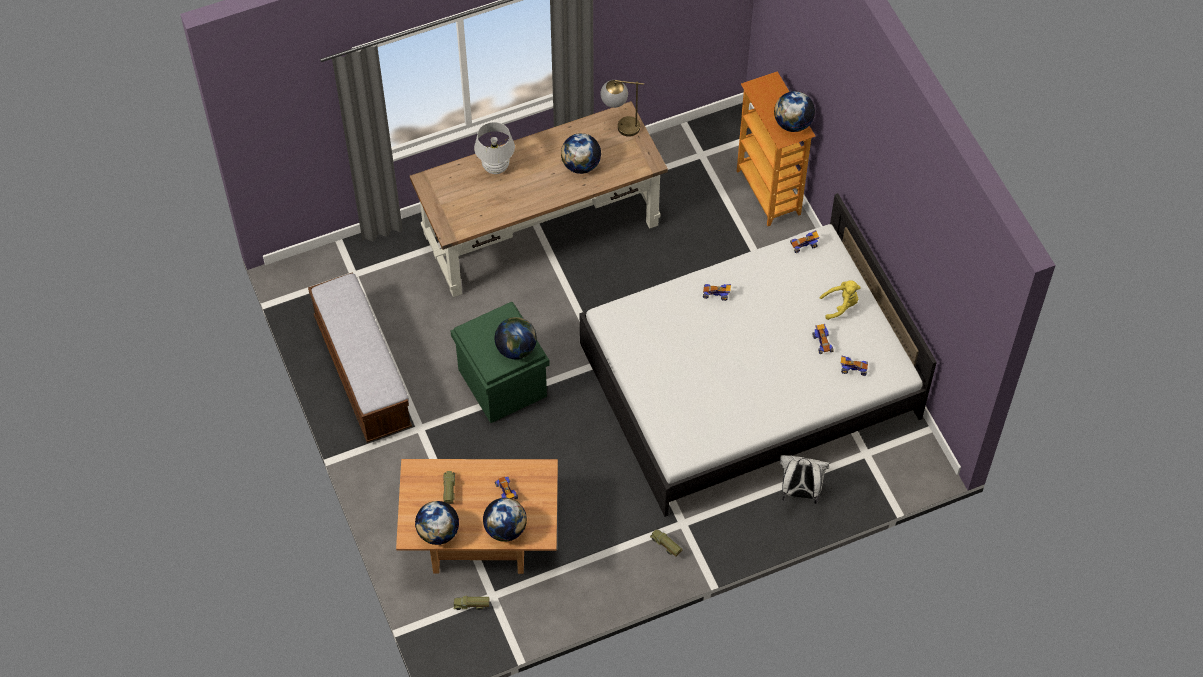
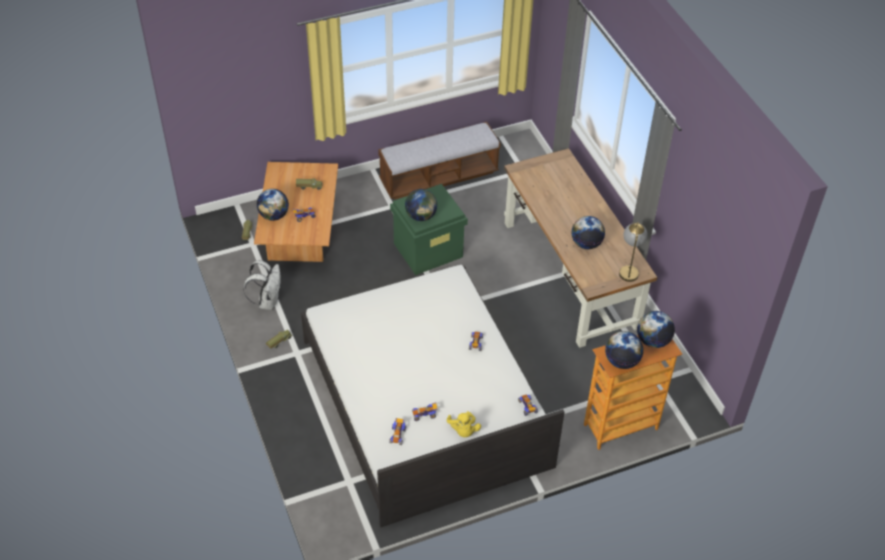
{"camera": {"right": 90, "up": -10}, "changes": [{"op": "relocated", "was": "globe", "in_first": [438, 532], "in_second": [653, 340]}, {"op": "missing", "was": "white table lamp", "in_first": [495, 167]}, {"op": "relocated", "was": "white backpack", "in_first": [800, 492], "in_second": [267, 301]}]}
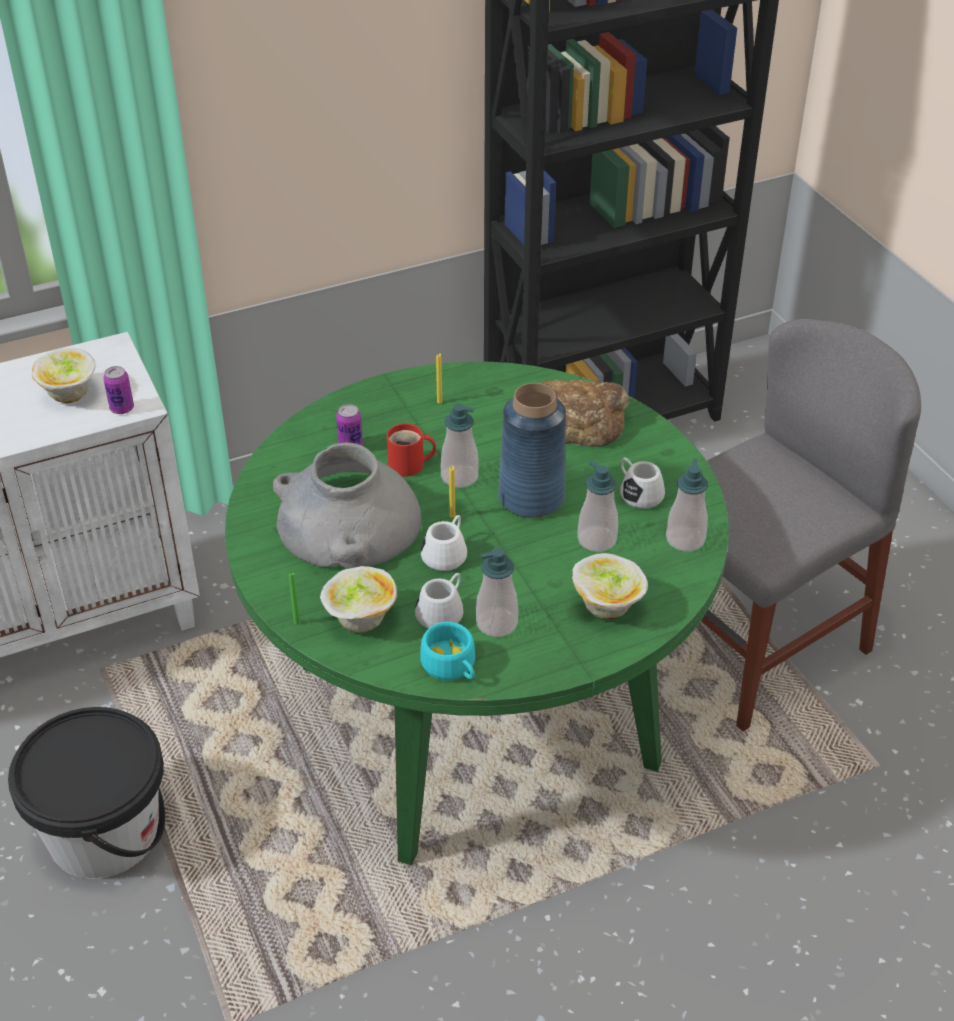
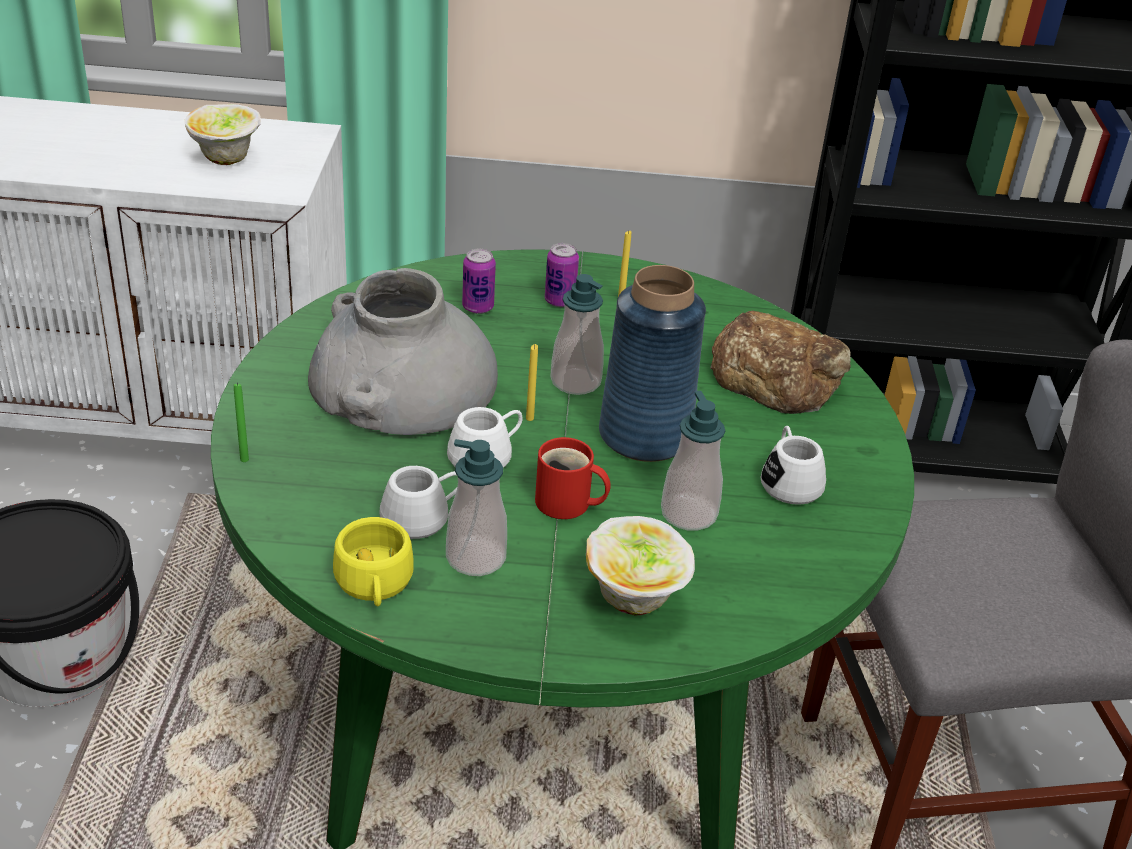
{"camera": {"right": 25, "up": -5}, "changes": [{"op": "relocated", "was": "can", "in_first": [122, 408], "in_second": [559, 301]}, {"op": "missing", "was": "bowl", "in_first": [360, 621]}, {"op": "relocated", "was": "red mug", "in_first": [410, 465], "in_second": [567, 504]}, {"op": "colour", "was": "turquoise cup", "now": "yellow cup", "in_first": [452, 667], "in_second": [374, 585]}, {"op": "missing", "was": "soap dispenser", "in_first": [685, 539]}]}
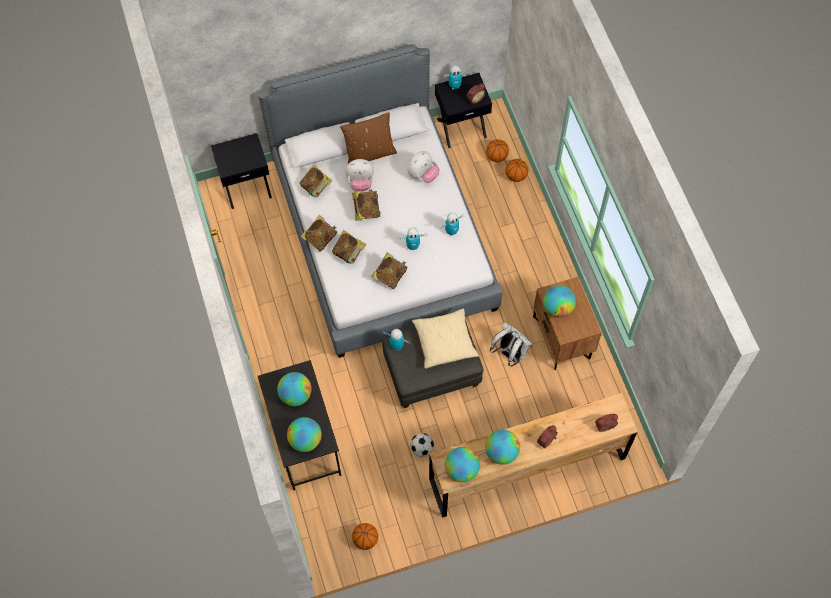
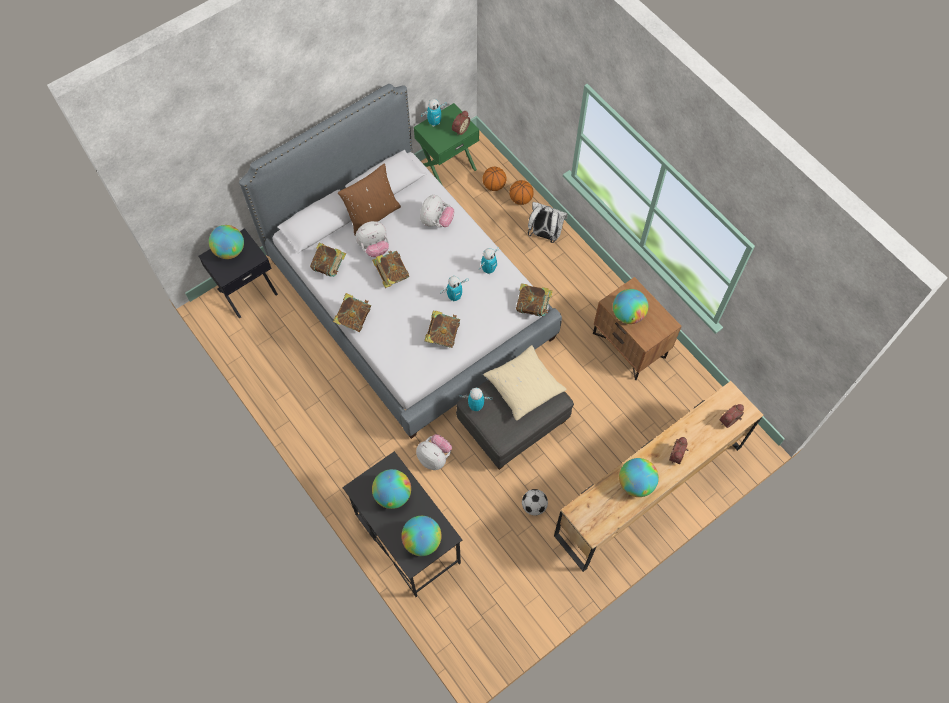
{"camera": {"right": -20, "up": 0}, "changes": [{"op": "relocated", "was": "book", "in_first": [349, 253], "in_second": [533, 306]}, {"op": "missing", "was": "basketball", "in_first": [365, 540]}, {"op": "colour", "was": "black nightstand", "now": "green nightstand", "in_first": [461, 127], "in_second": [447, 167]}, {"op": "relocated", "was": "globe", "in_first": [461, 470], "in_second": [230, 251]}, {"op": "relocated", "was": "white backpack", "in_first": [510, 354], "in_second": [544, 235]}, {"op": "appeared", "now": "plush toy", "in_second": [434, 457]}]}
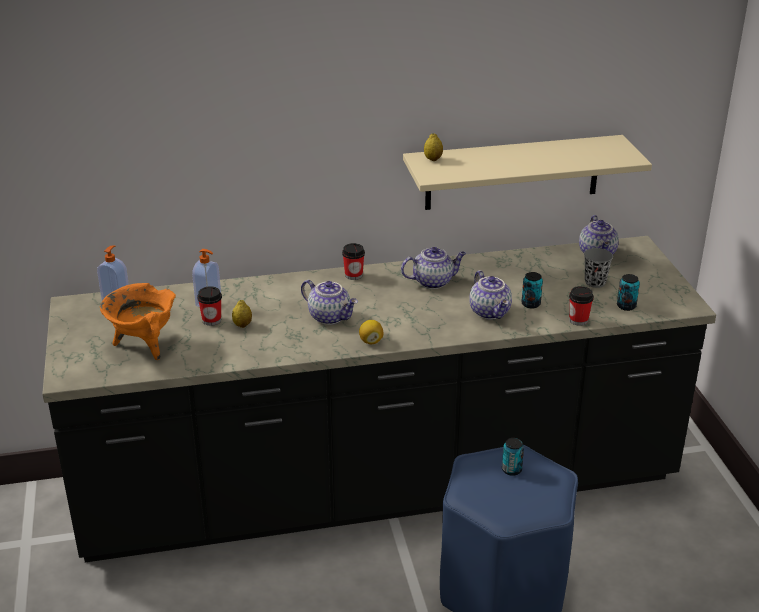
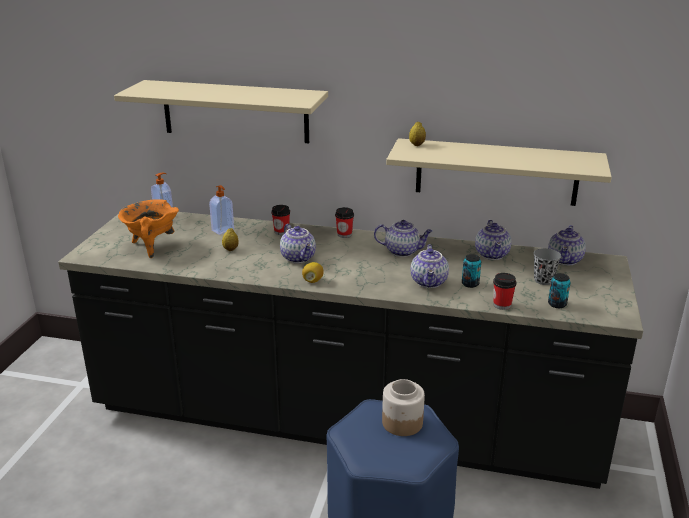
{"camera": {"right": 25, "up": -5}, "changes": [{"op": "relocated", "was": "cup", "in_first": [211, 320], "in_second": [281, 232]}, {"op": "exchanged", "was": "can", "now": "jar", "in_first": [511, 470], "in_second": [401, 423]}, {"op": "appeared", "now": "beige shelf", "in_second": [235, 111]}, {"op": "appeared", "now": "teapot", "in_second": [493, 255]}]}
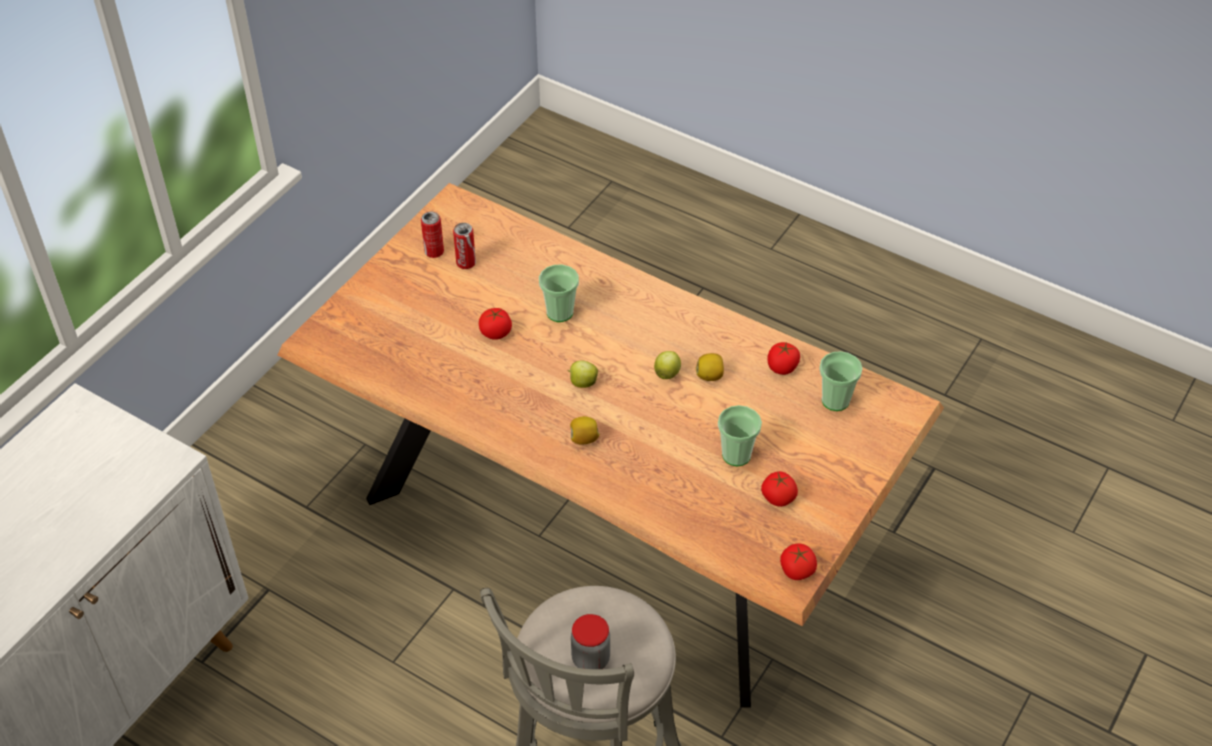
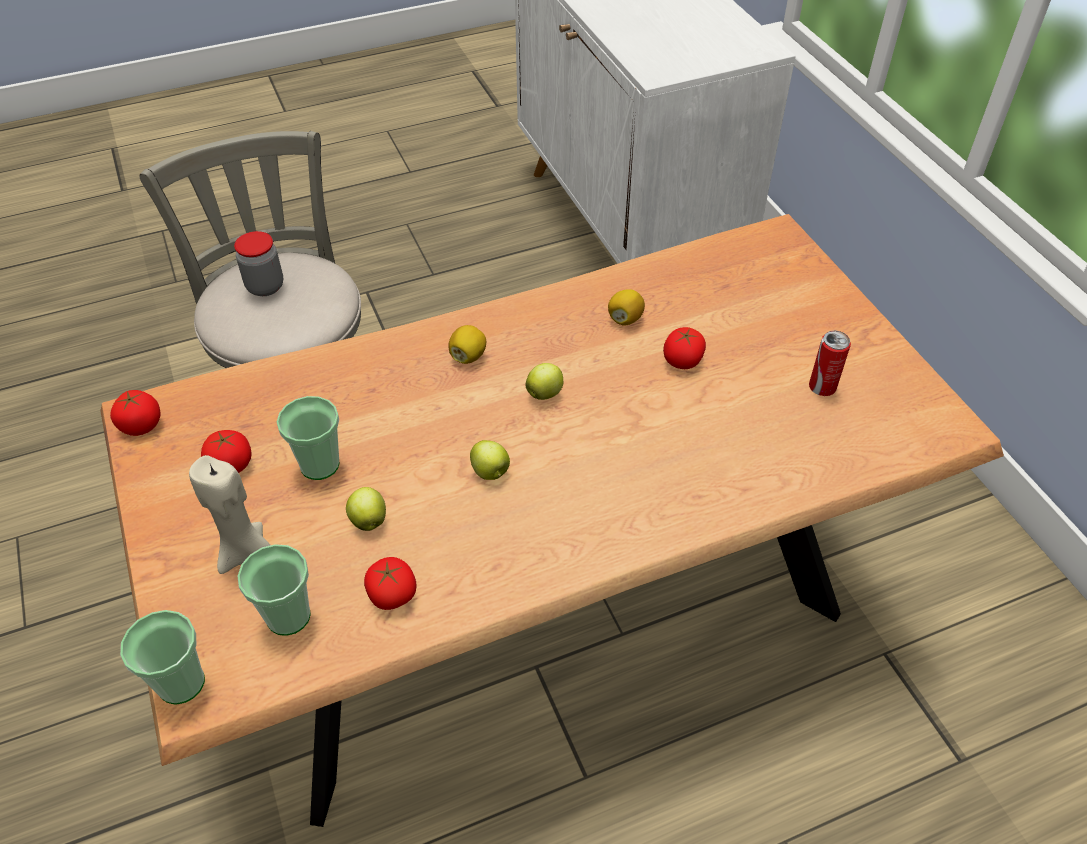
{"camera": {"right": 125, "up": 0}, "changes": [{"op": "missing", "was": "can", "in_first": [434, 252]}, {"op": "relocated", "was": "cup", "in_first": [559, 312], "in_second": [181, 683]}, {"op": "relocated", "was": "lemon", "in_first": [710, 376], "in_second": [625, 319]}, {"op": "appeared", "now": "beige candle", "in_second": [246, 552]}, {"op": "appeared", "now": "apple", "in_second": [368, 520]}]}
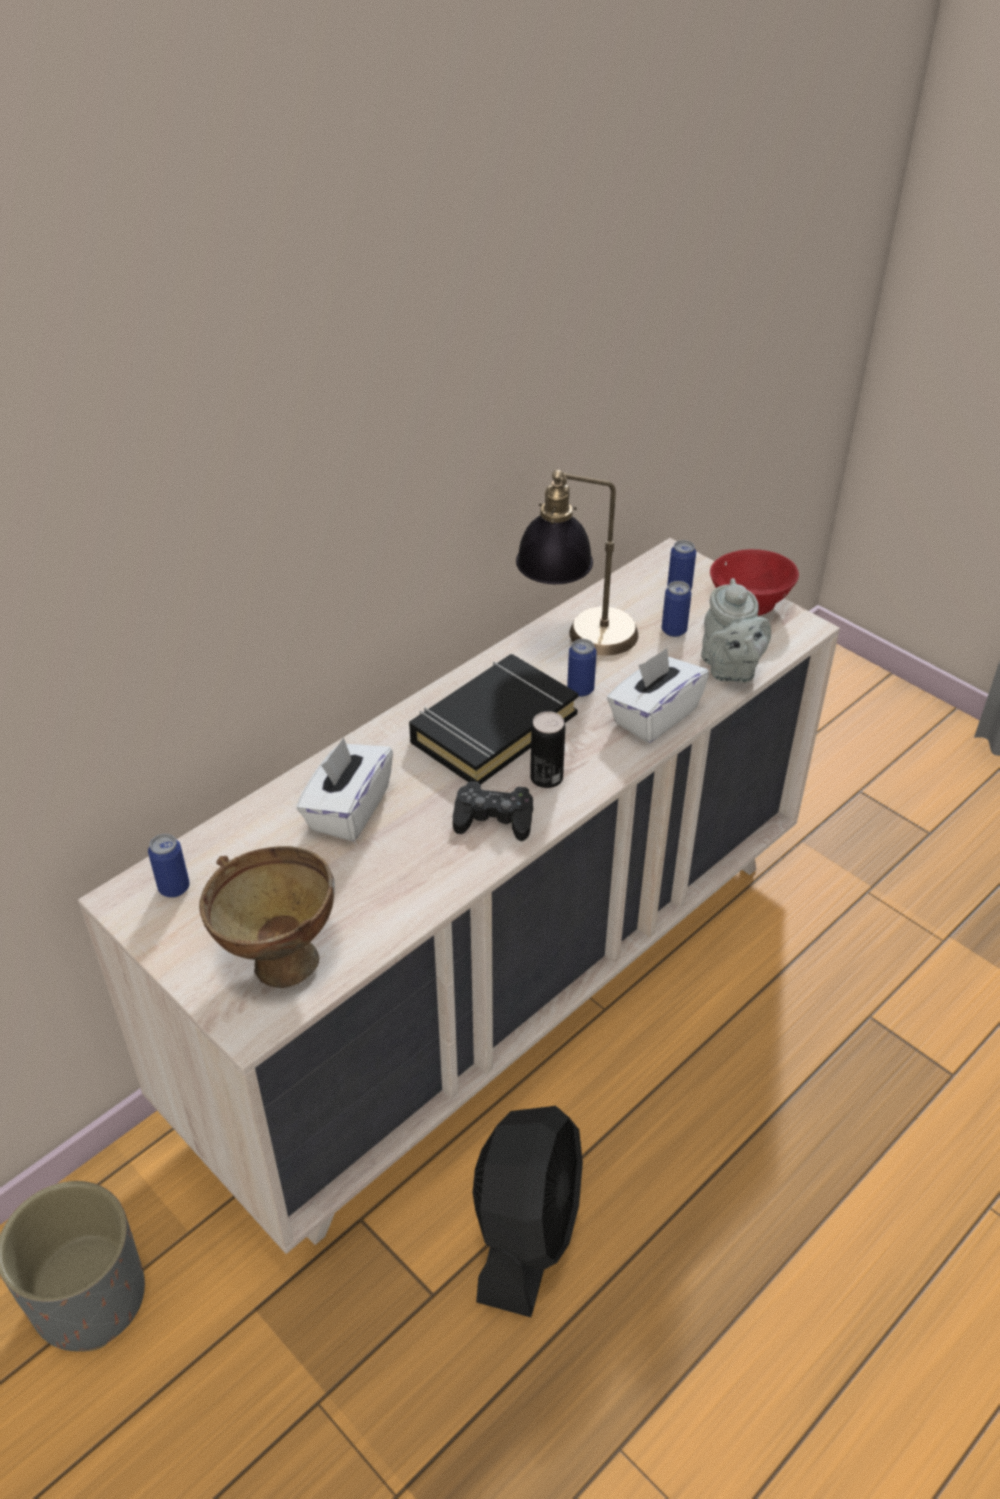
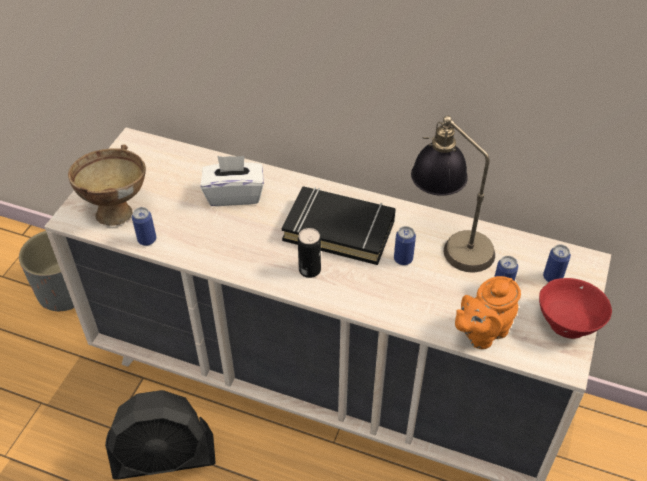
{"camera": {"right": 65, "up": 5}, "changes": [{"op": "relocated", "was": "can", "in_first": [174, 887], "in_second": [147, 240]}, {"op": "missing", "was": "black game controller", "in_first": [494, 818]}, {"op": "missing", "was": "white tissue box", "in_first": [654, 716]}, {"op": "colour", "was": "grey teapot", "now": "orange teapot", "in_first": [729, 669], "in_second": [481, 333]}]}
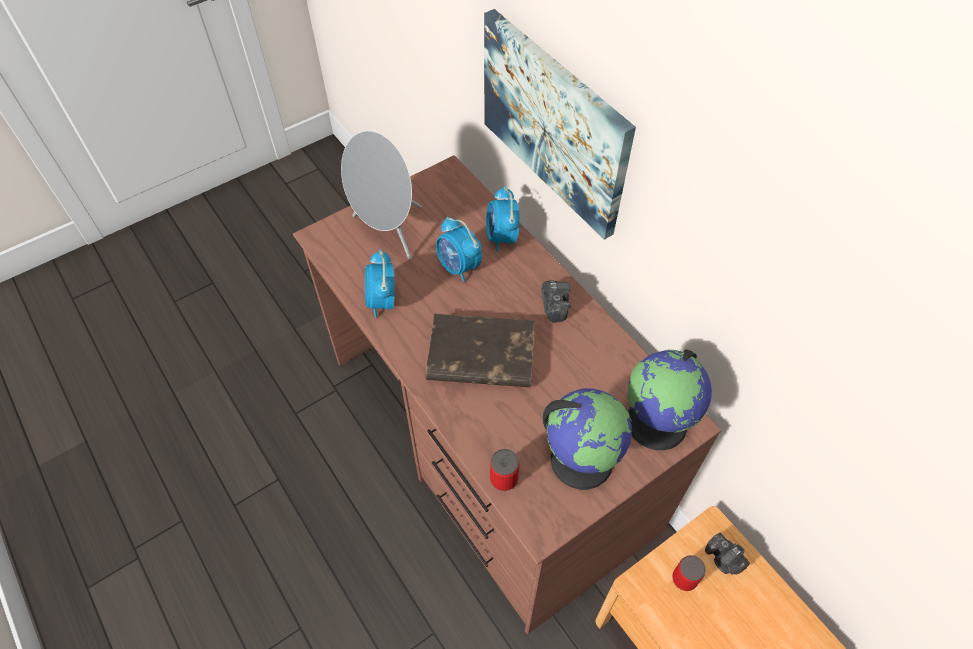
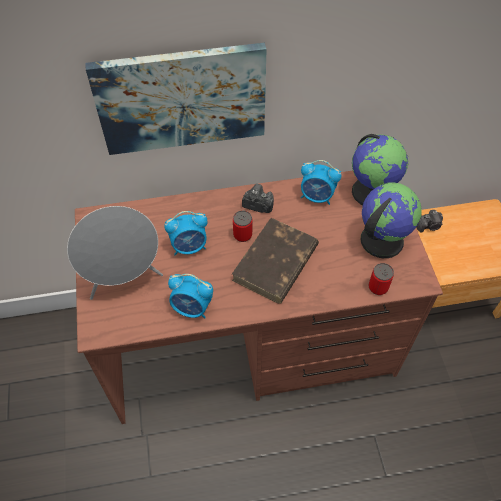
{"camera": {"right": -65, "up": 0}, "changes": [{"op": "relocated", "was": "alarm clock", "in_first": [502, 237], "in_second": [317, 197]}, {"op": "relocated", "was": "can", "in_first": [684, 579], "in_second": [242, 235]}]}
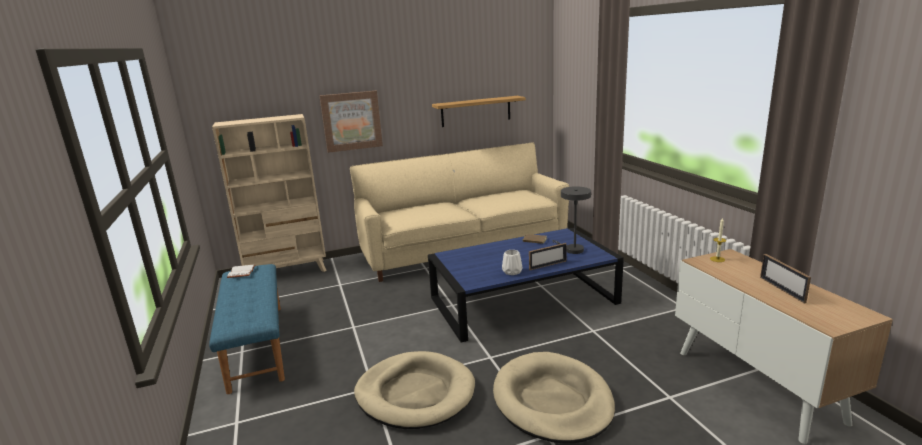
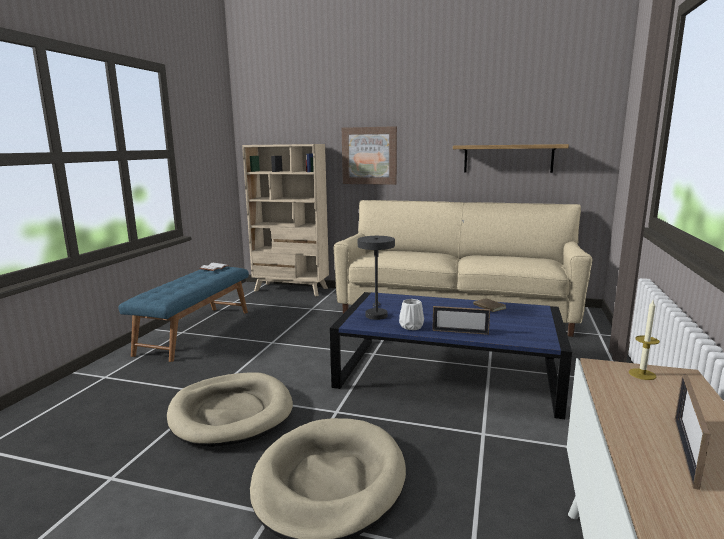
{"camera": {"right": 35, "up": -5}, "changes": [{"op": "relocated", "was": "grey table lamp", "in_first": [571, 249], "in_second": [376, 314]}]}
